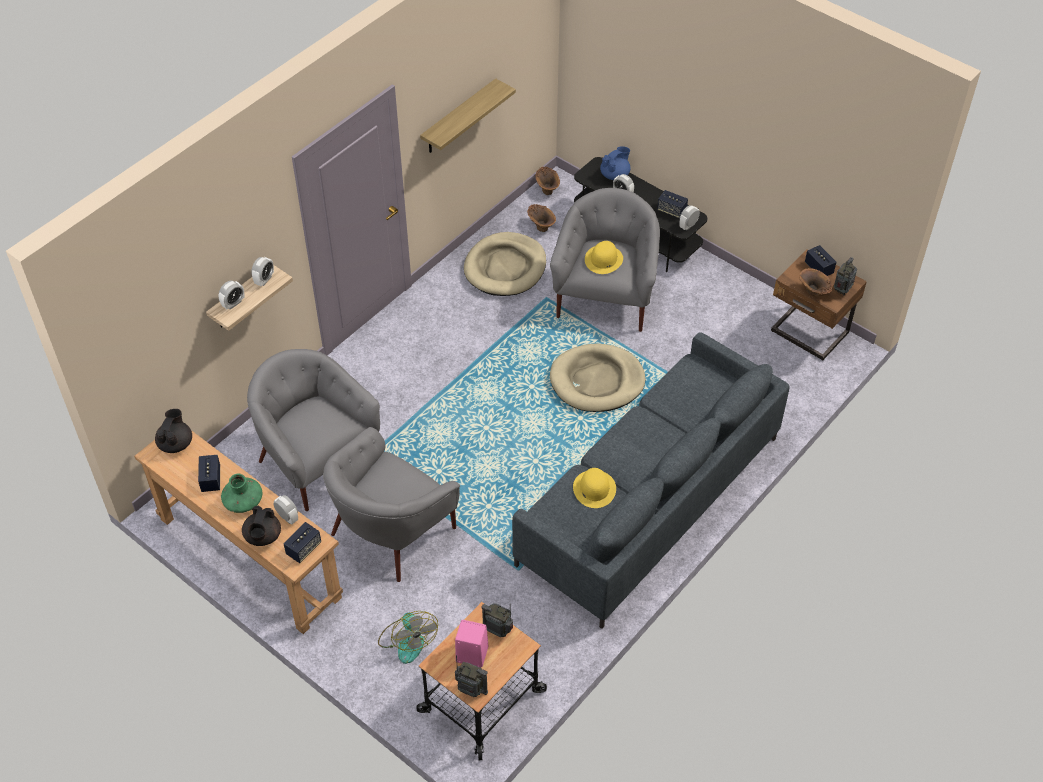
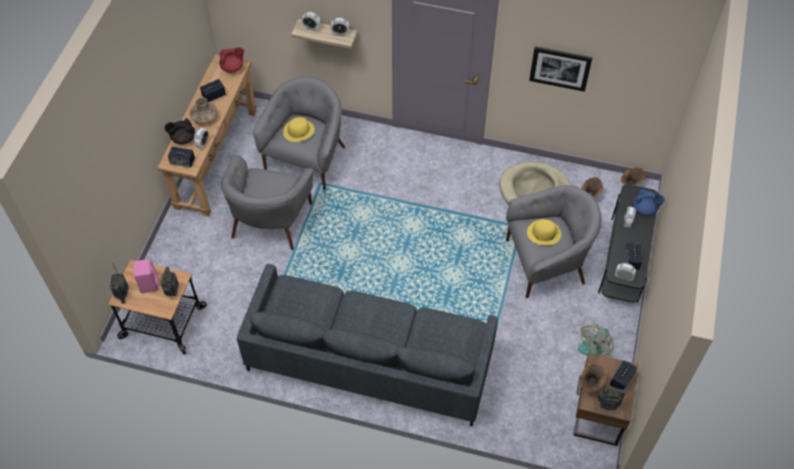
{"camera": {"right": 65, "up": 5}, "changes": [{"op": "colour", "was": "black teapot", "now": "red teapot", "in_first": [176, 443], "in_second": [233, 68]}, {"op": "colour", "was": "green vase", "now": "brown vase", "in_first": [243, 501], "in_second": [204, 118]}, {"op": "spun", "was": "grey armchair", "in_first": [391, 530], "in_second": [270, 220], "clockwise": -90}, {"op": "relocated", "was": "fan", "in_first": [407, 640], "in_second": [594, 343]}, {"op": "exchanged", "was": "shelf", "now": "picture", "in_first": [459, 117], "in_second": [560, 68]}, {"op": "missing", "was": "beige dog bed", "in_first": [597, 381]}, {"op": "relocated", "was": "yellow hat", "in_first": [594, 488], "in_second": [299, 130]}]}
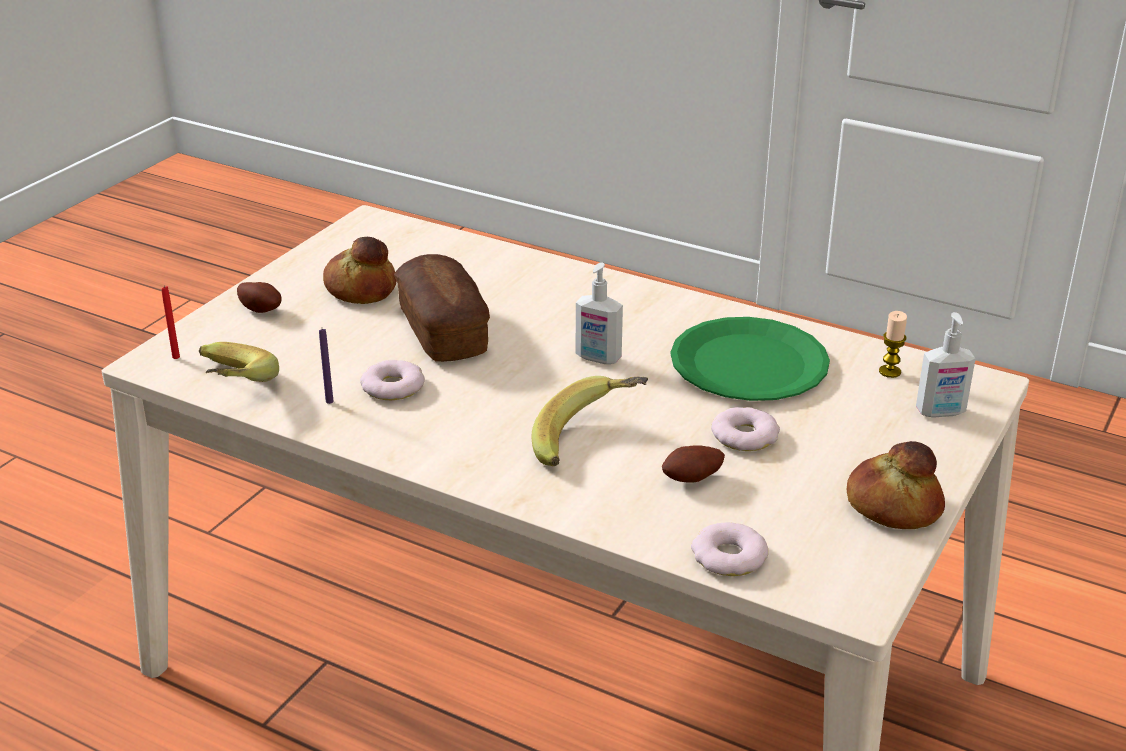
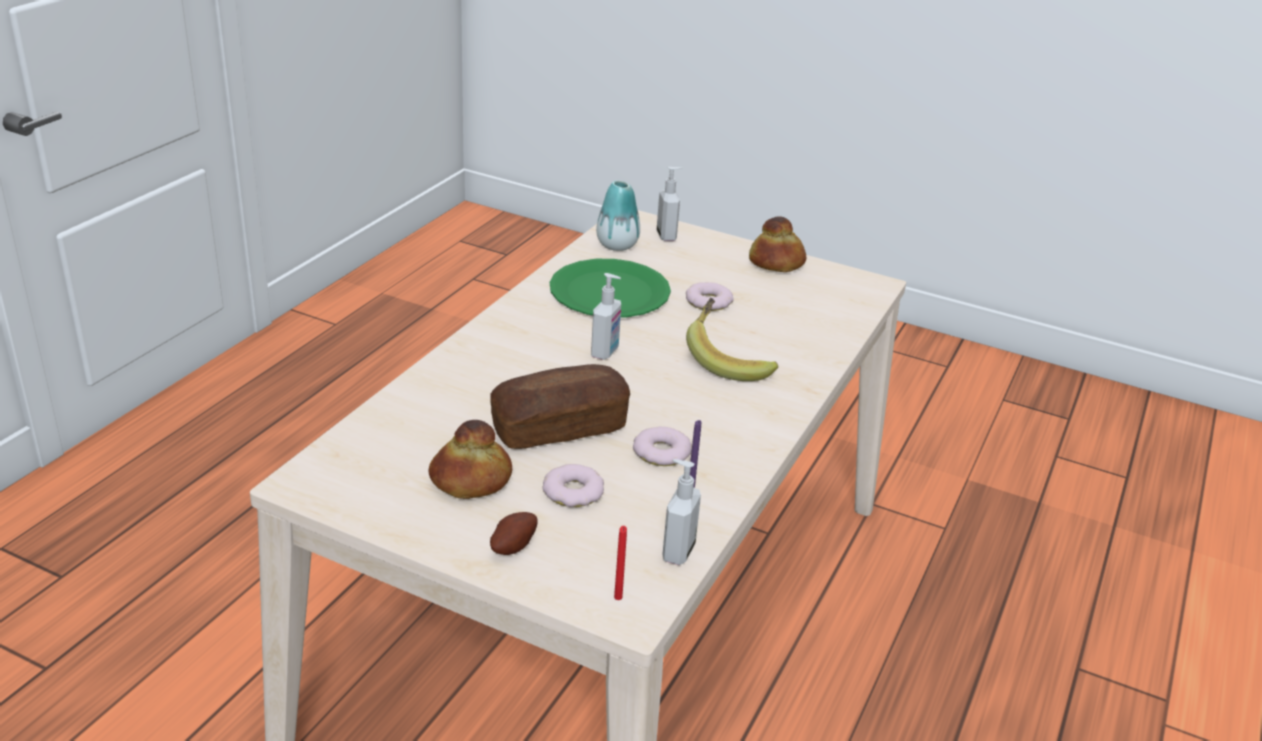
{"camera": {"right": -95, "up": 0}, "changes": [{"op": "exchanged", "was": "banana", "now": "soap dispenser", "in_first": [228, 388], "in_second": [677, 551]}, {"op": "missing", "was": "potato", "in_first": [693, 480]}, {"op": "relocated", "was": "donut", "in_first": [729, 557], "in_second": [573, 492]}, {"op": "exchanged", "was": "candle", "now": "vase", "in_first": [889, 372], "in_second": [617, 245]}]}
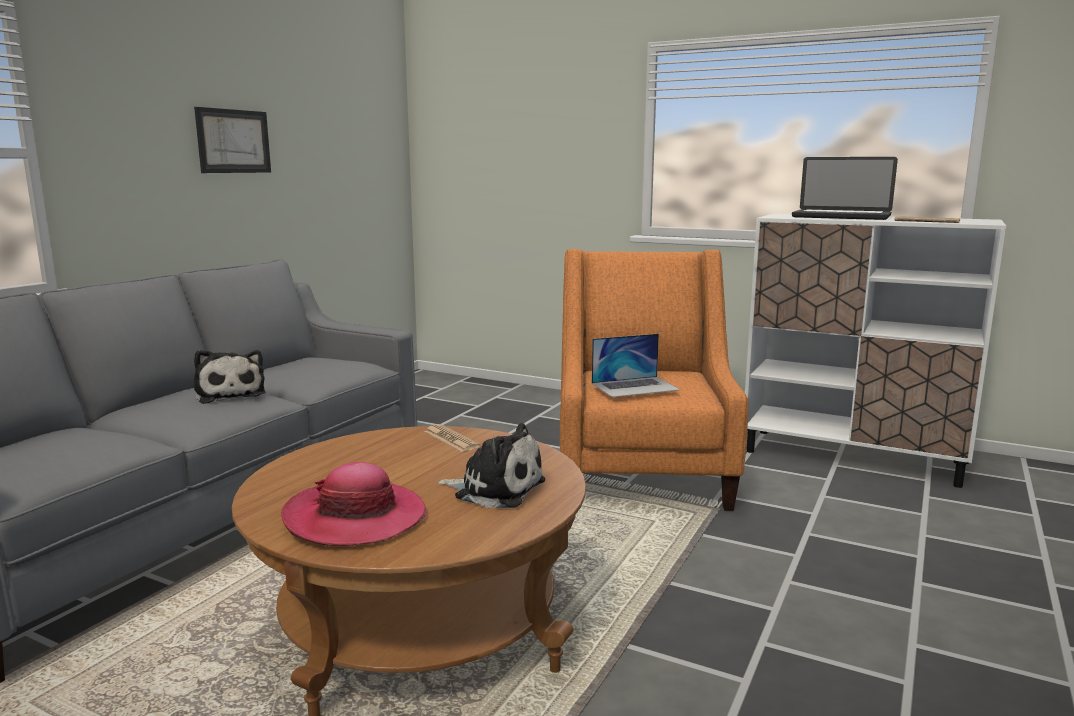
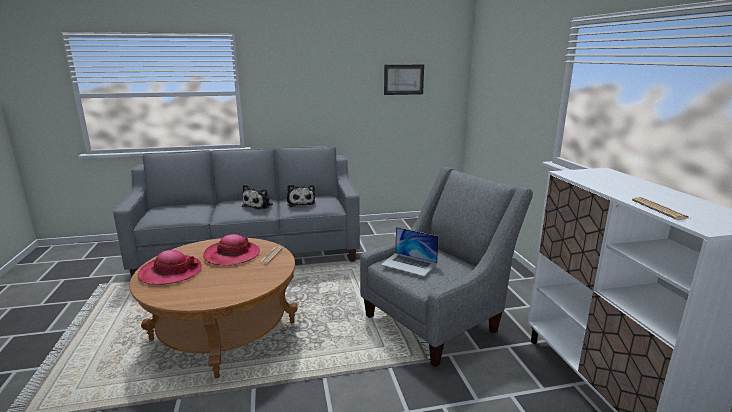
{"camera": {"right": 50, "up": 5}, "changes": [{"op": "relocated", "was": "picture", "in_first": [233, 141], "in_second": [403, 79]}, {"op": "relocated", "was": "plush toy", "in_first": [495, 489], "in_second": [300, 203]}, {"op": "colour", "was": "orange armchair", "now": "grey armchair", "in_first": [642, 474], "in_second": [437, 320]}, {"op": "missing", "was": "laptop", "in_first": [841, 217]}, {"op": "appeared", "now": "hat", "in_second": [232, 255]}]}
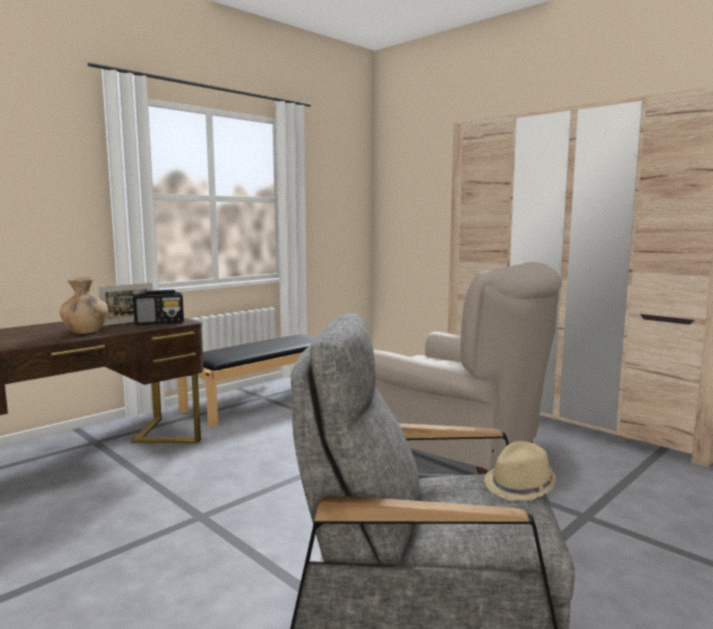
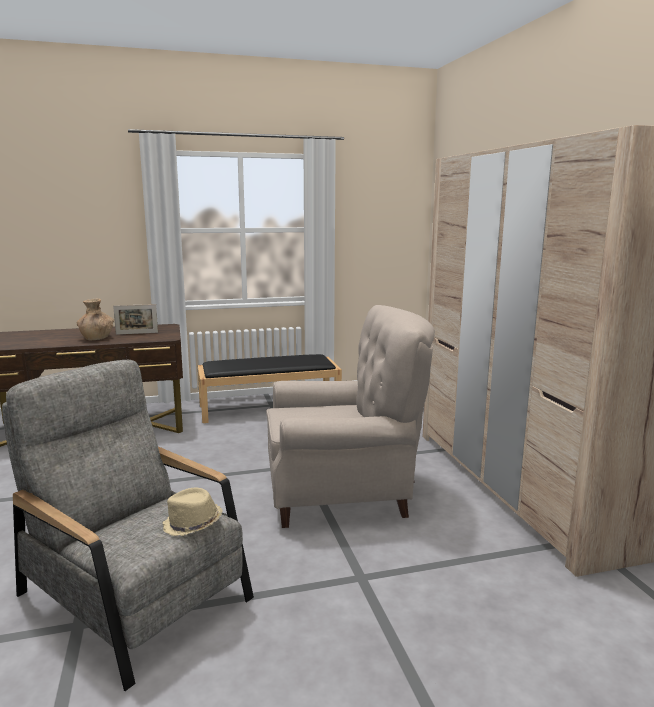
{"camera": {"right": 30, "up": 5}, "changes": [{"op": "missing", "was": "radio", "in_first": [160, 323]}, {"op": "spun", "was": "beige armchair", "in_first": [460, 456], "in_second": [344, 494], "clockwise": -75}]}
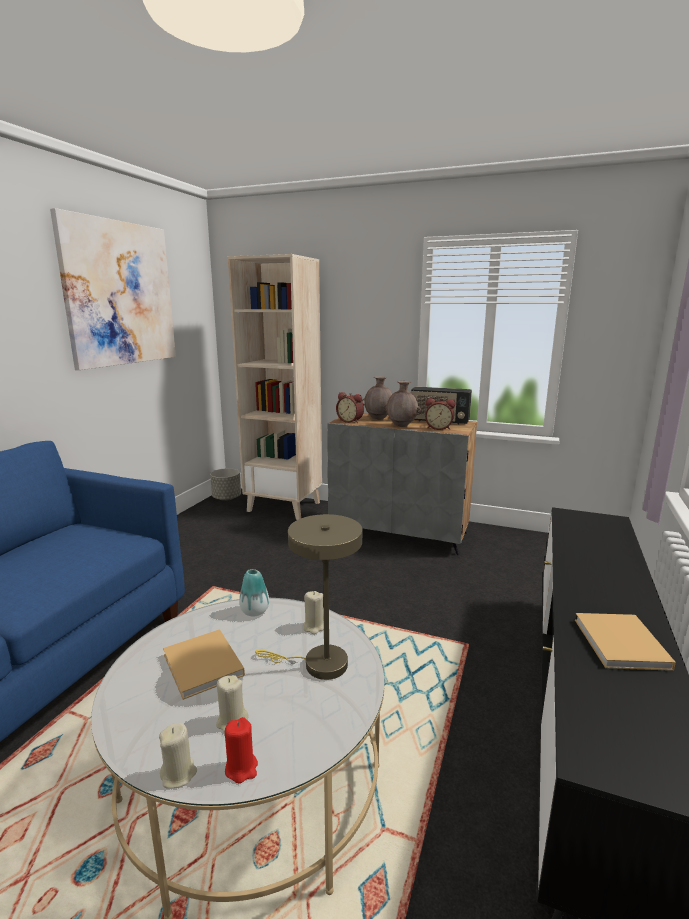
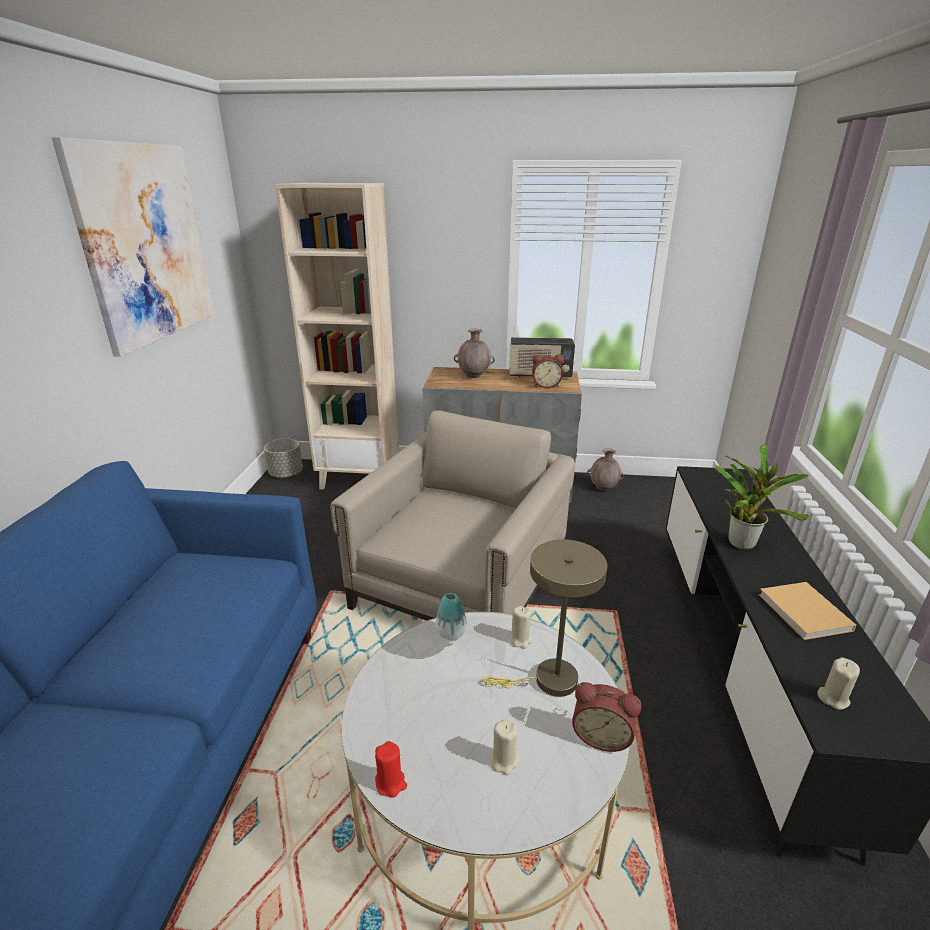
{"camera": {"right": -15, "up": 10}, "changes": [{"op": "relocated", "was": "beige candle", "in_first": [179, 774], "in_second": [833, 698]}, {"op": "missing", "was": "beige book", "in_first": [204, 666]}, {"op": "relocated", "was": "red candle", "in_first": [241, 768], "in_second": [391, 783]}, {"op": "relocated", "was": "alarm clock", "in_first": [350, 421], "in_second": [602, 735]}, {"op": "relocated", "was": "brown vase", "in_first": [402, 426], "in_second": [603, 488]}, {"op": "appeared", "now": "beige armchair", "in_second": [462, 582]}, {"op": "appeared", "now": "potted plant", "in_second": [742, 542]}]}
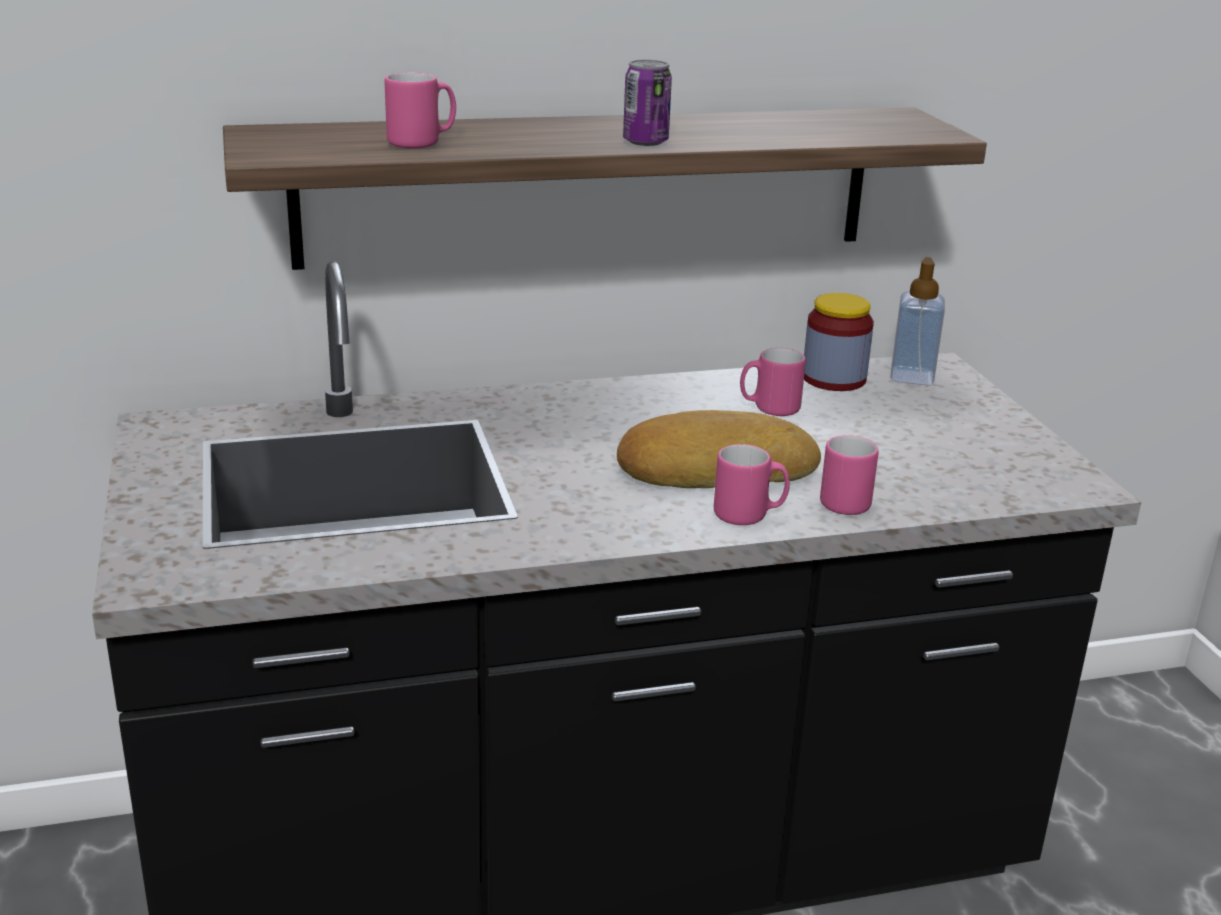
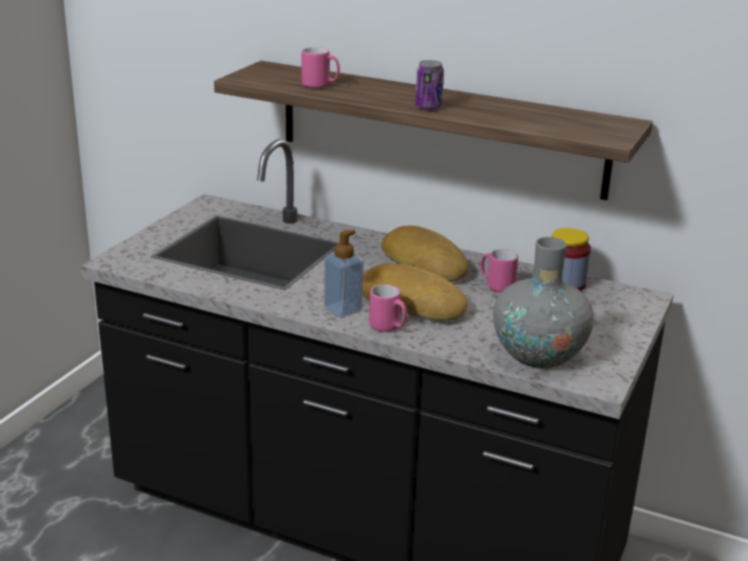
{"camera": {"right": 40, "up": 0}, "changes": [{"op": "missing", "was": "pink mug", "in_first": [844, 500]}, {"op": "relocated", "was": "soap dispenser", "in_first": [912, 377], "in_second": [343, 309]}, {"op": "appeared", "now": "bread", "in_second": [426, 263]}, {"op": "appeared", "now": "grey vase", "in_second": [539, 354]}]}
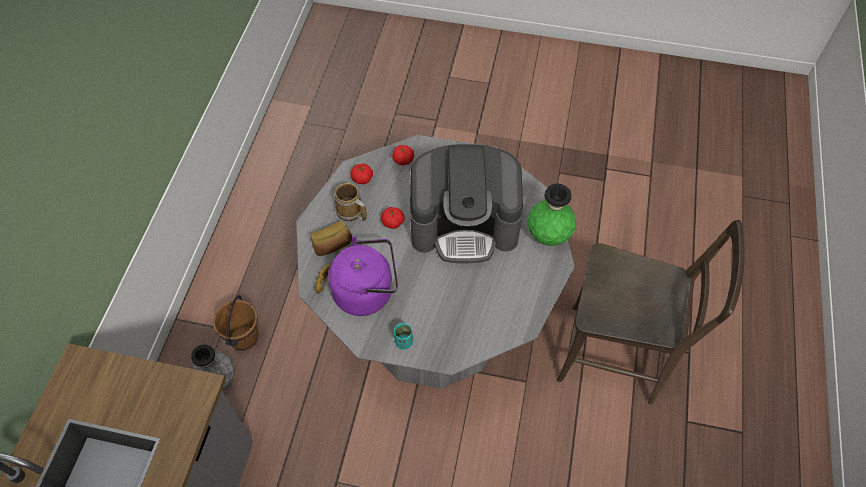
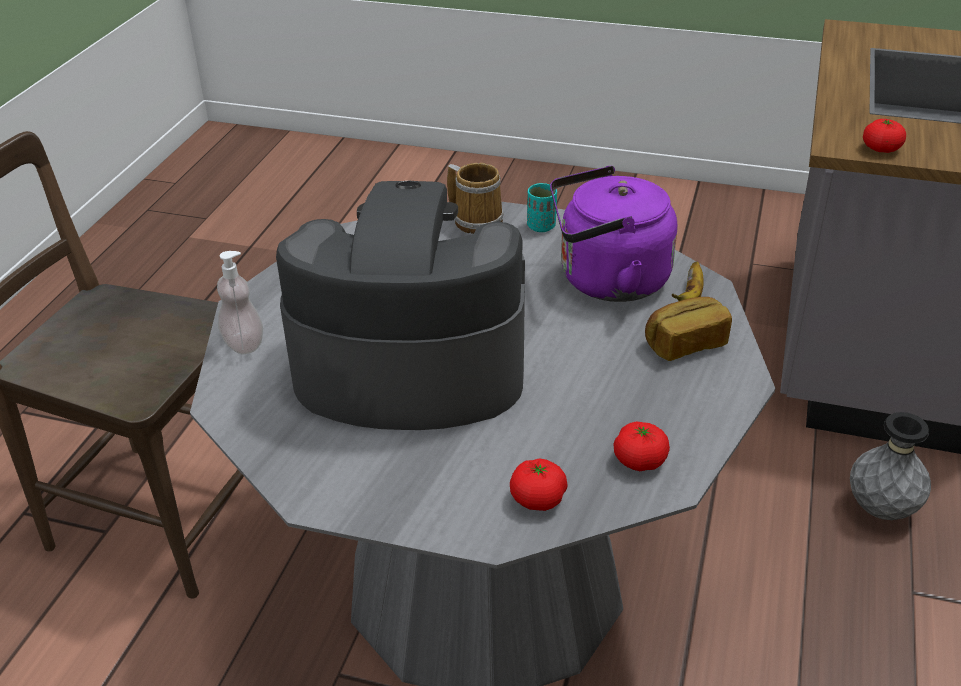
{"camera": {"right": -175, "up": -20}, "changes": [{"op": "missing", "was": "brown bucket", "in_first": [243, 338]}, {"op": "relocated", "was": "mug", "in_first": [350, 212], "in_second": [477, 220]}, {"op": "relocated", "was": "tomato", "in_first": [393, 222], "in_second": [881, 149]}, {"op": "exchanged", "was": "green vase", "now": "soap dispenser", "in_first": [548, 236], "in_second": [243, 344]}]}
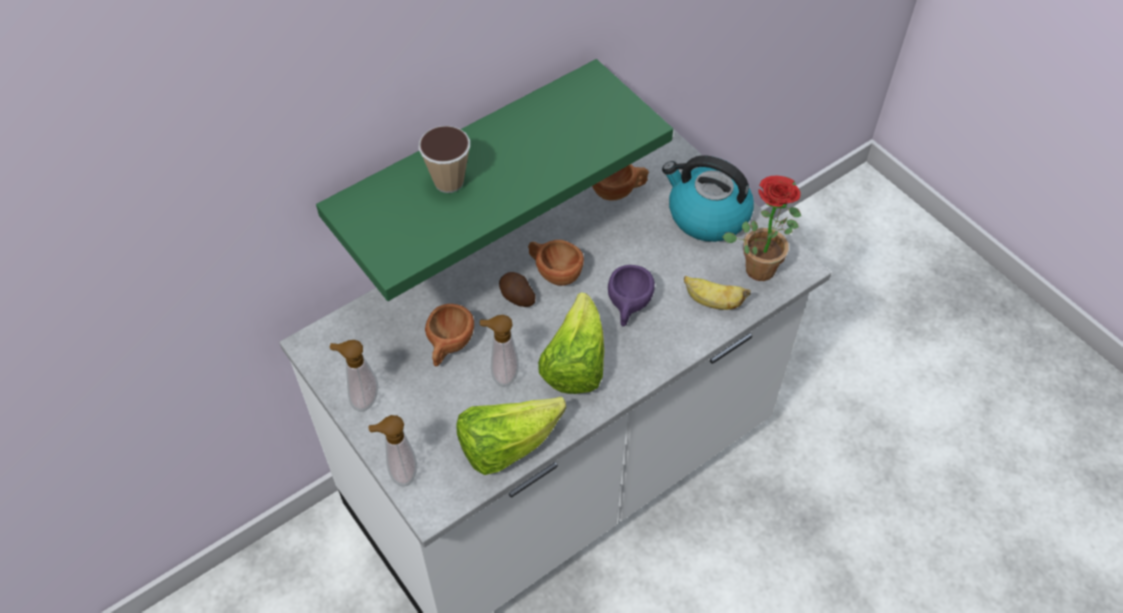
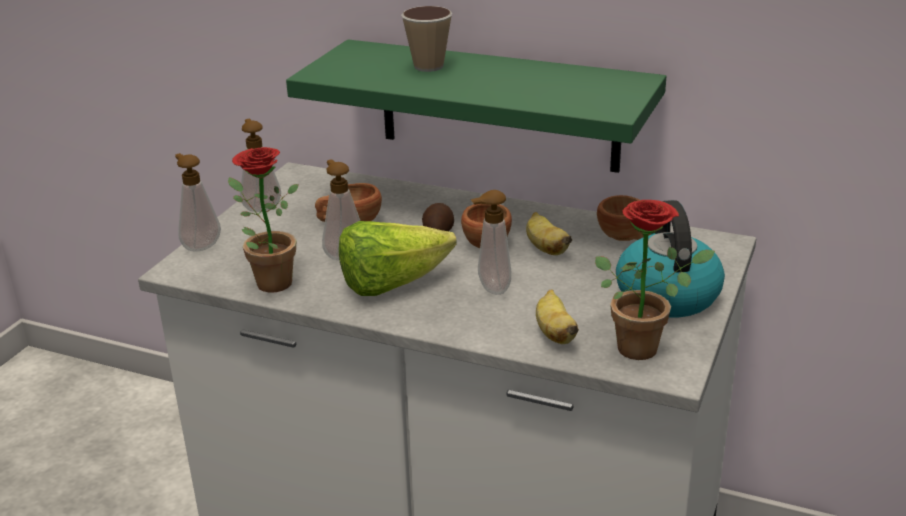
{"camera": {"right": 60, "up": -25}, "changes": [{"op": "exchanged", "was": "lettuce", "now": "potted plant", "in_first": [506, 445], "in_second": [267, 281]}, {"op": "exchanged", "was": "purple cup", "now": "soap dispenser", "in_first": [628, 307], "in_second": [491, 289]}, {"op": "appeared", "now": "banana", "in_second": [545, 248]}]}
